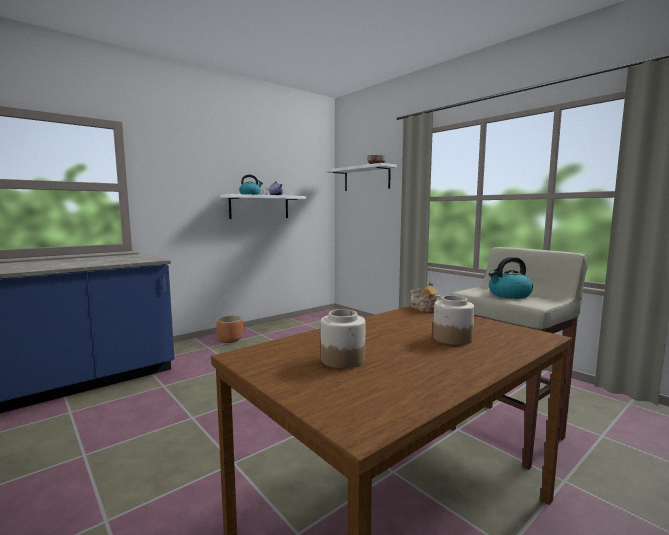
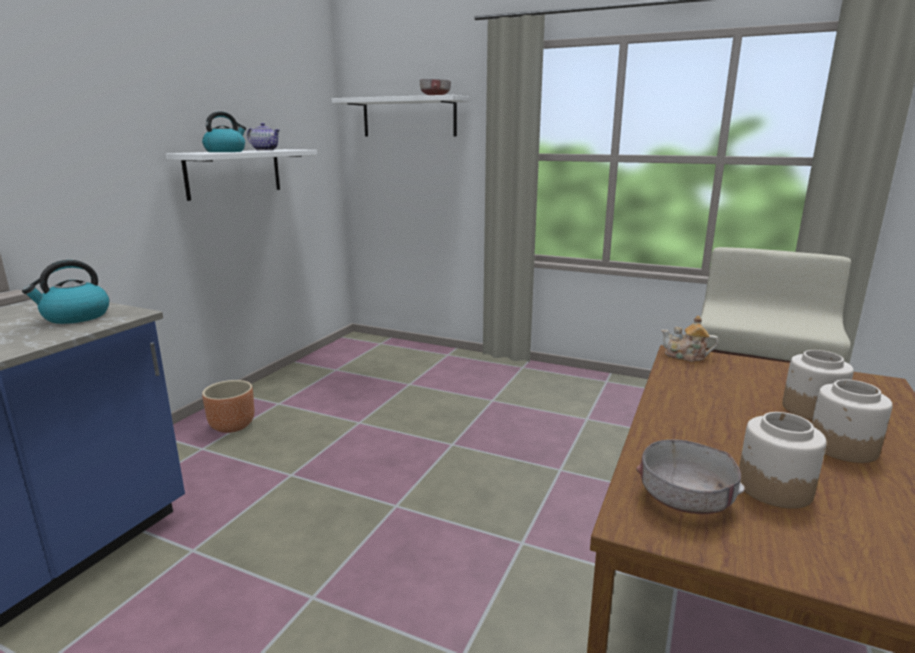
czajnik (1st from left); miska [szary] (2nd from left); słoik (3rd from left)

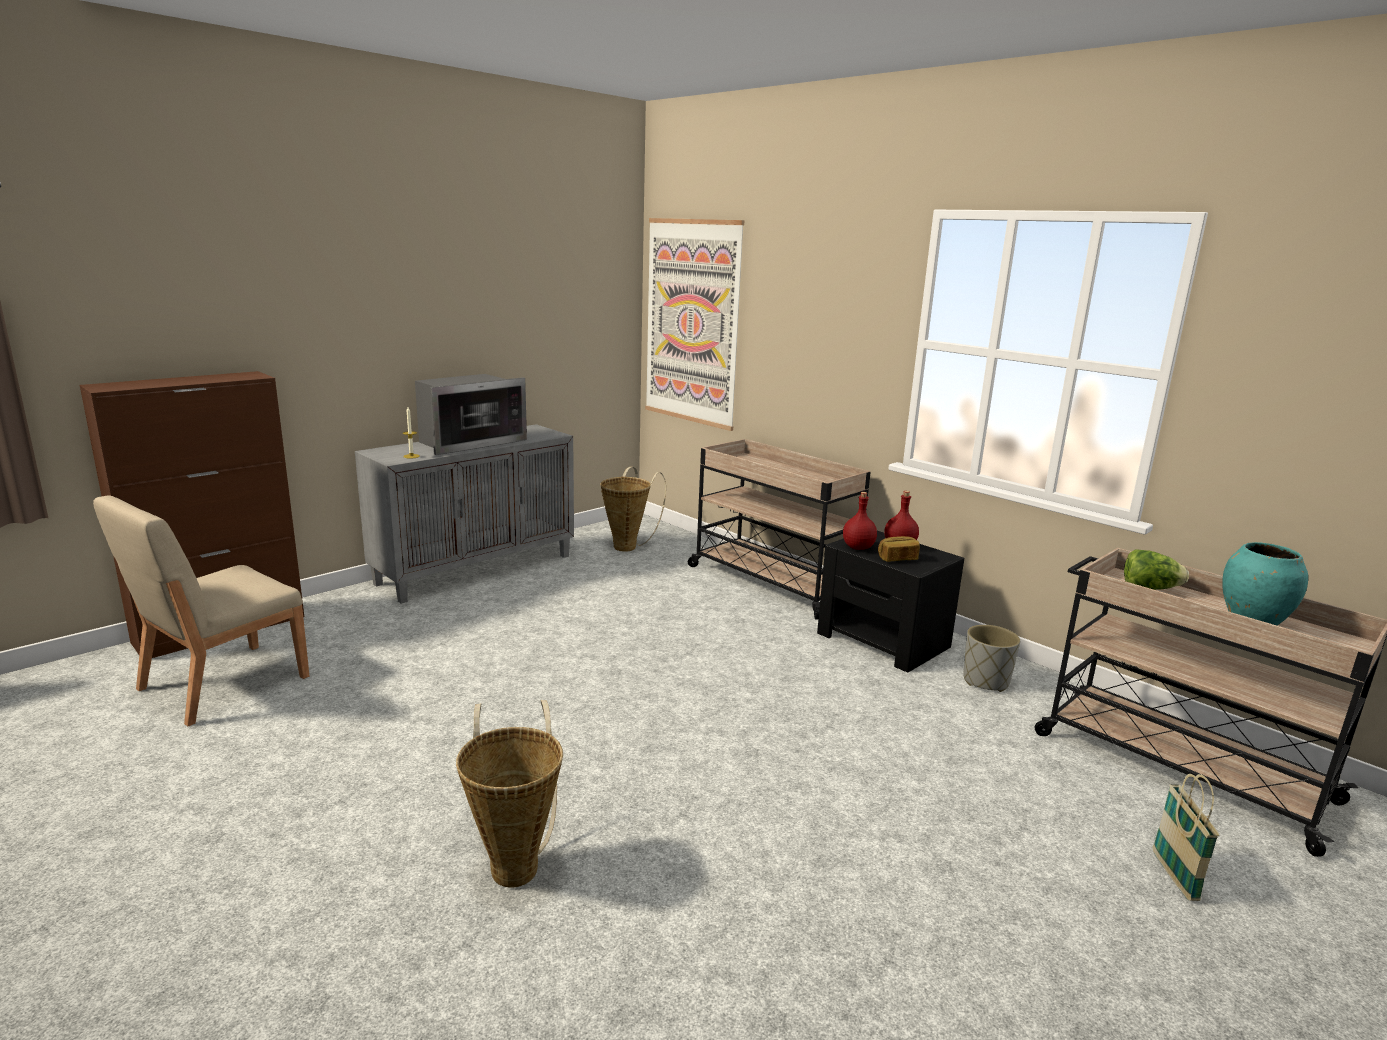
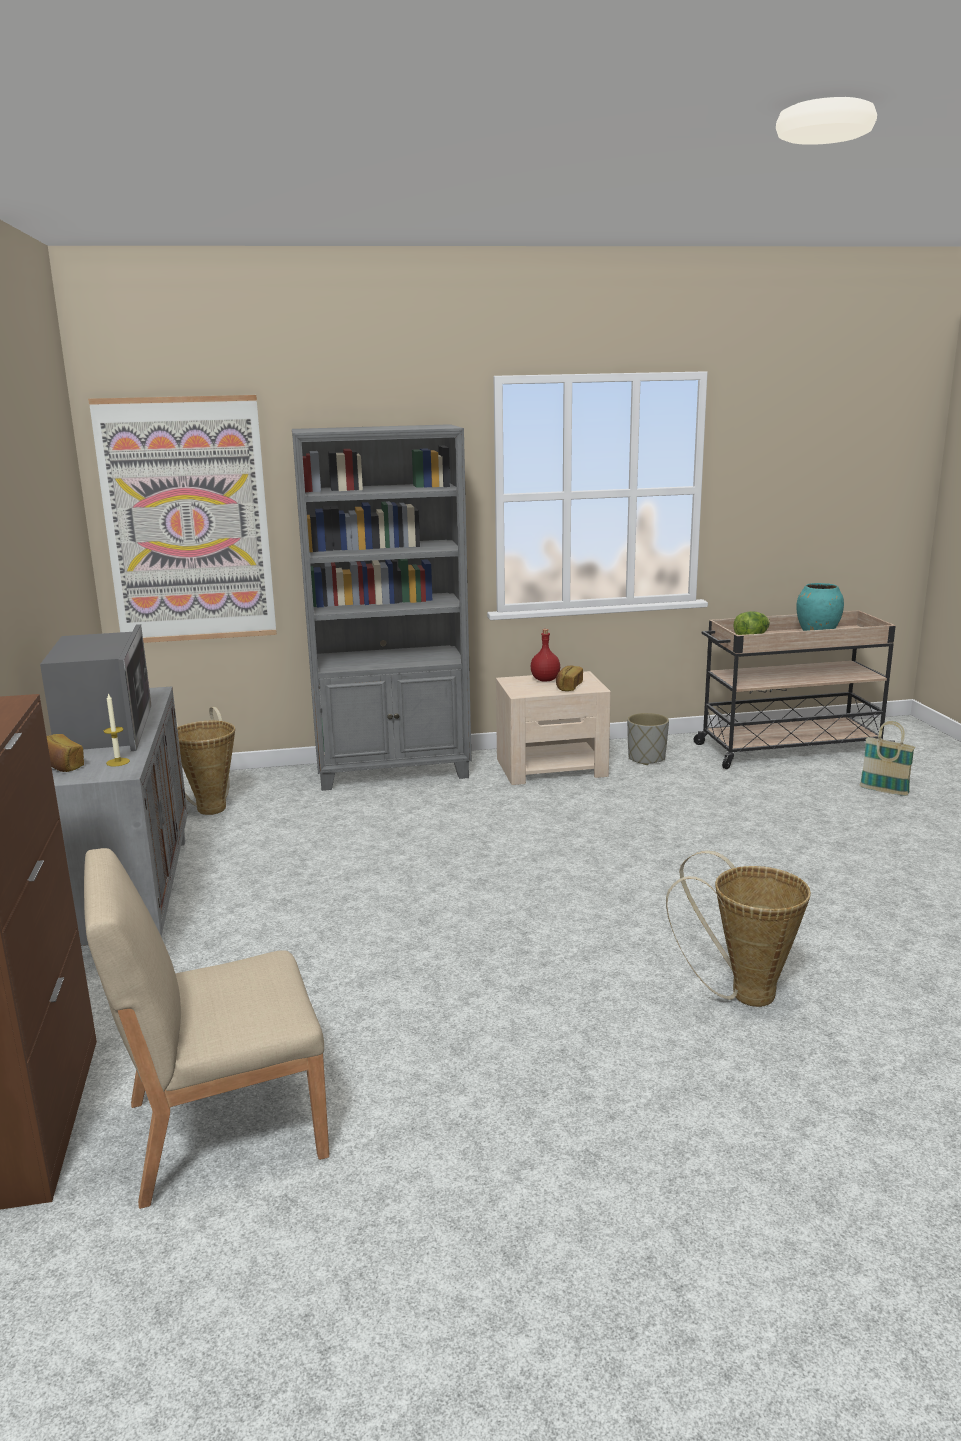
chleb (1st from left); krzesło [beżowy]; regał [szary]; szafka nocna [beżowy]; butelka [czerwony] (1st from left in the first image)

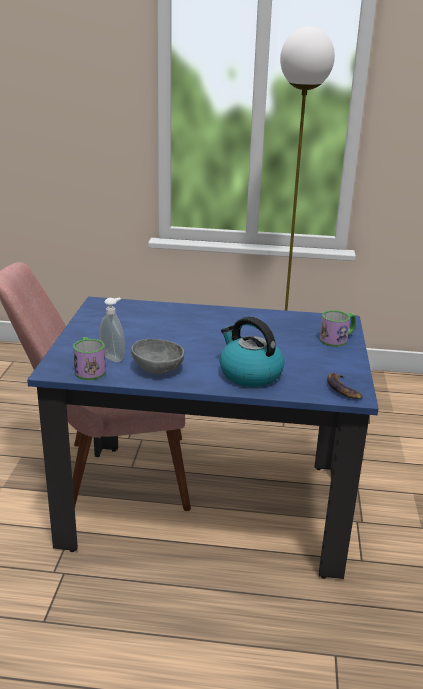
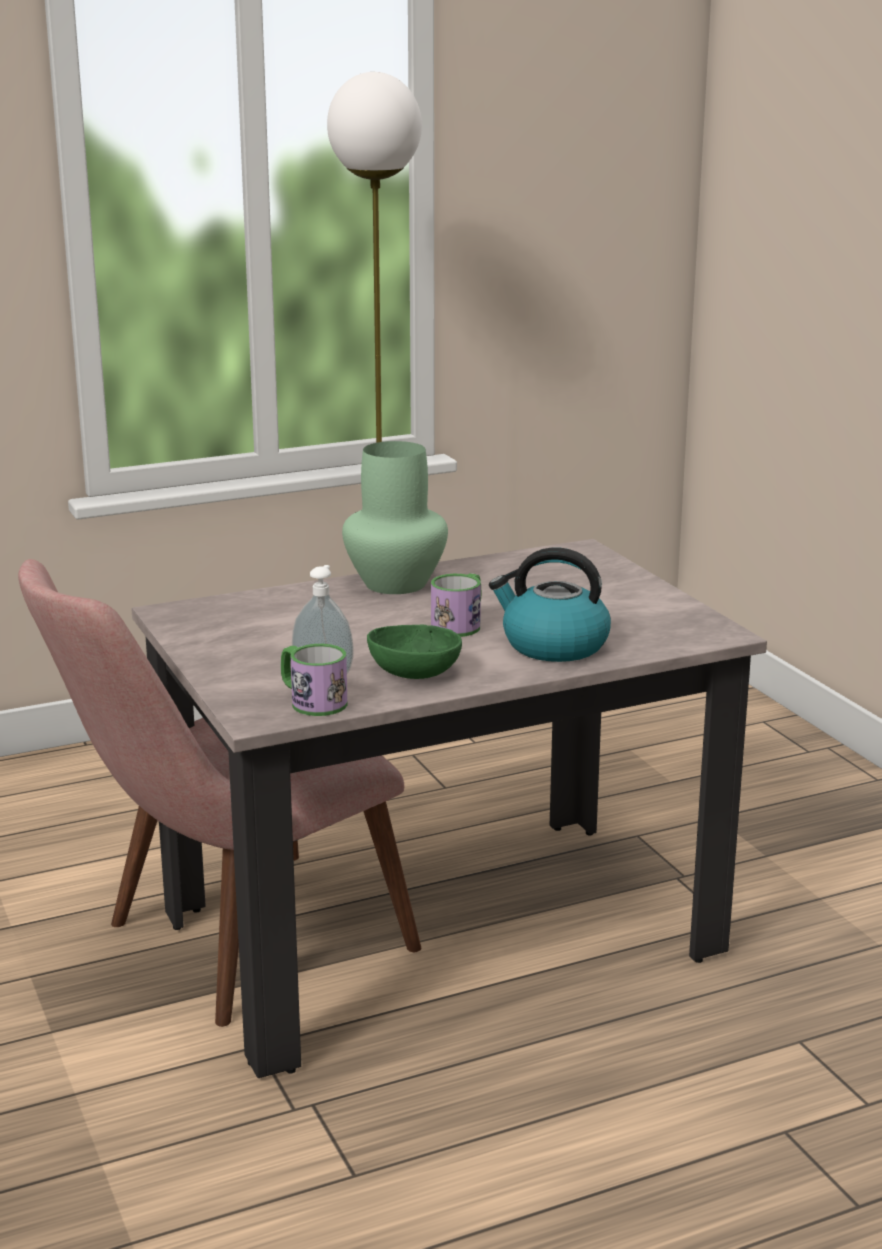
stół jadalny [beżowy]; wazon [zielony]; miska [zielony]; kubek (2nd from left); banan

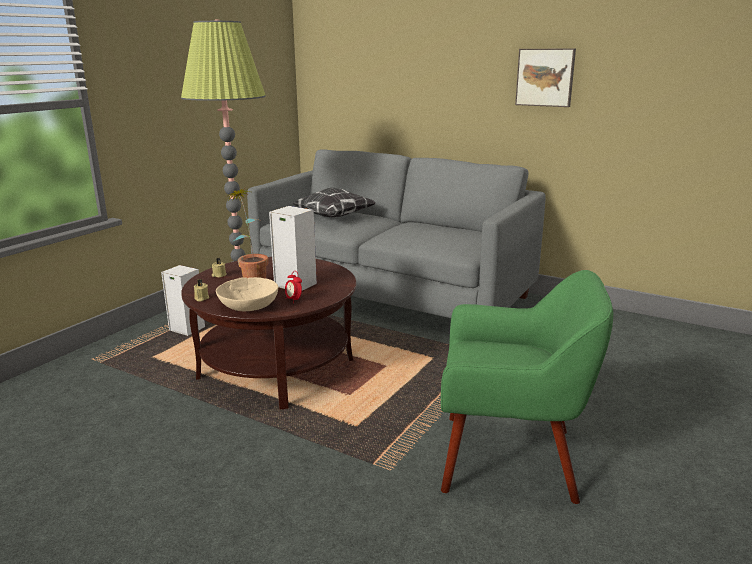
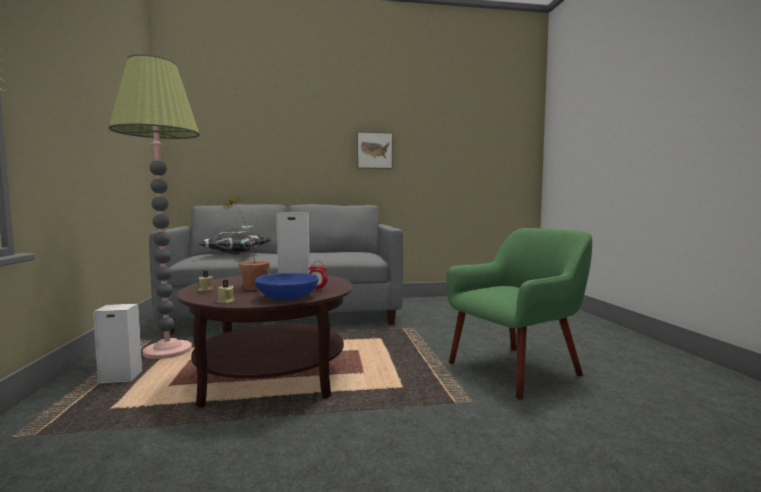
miska [niebieski]

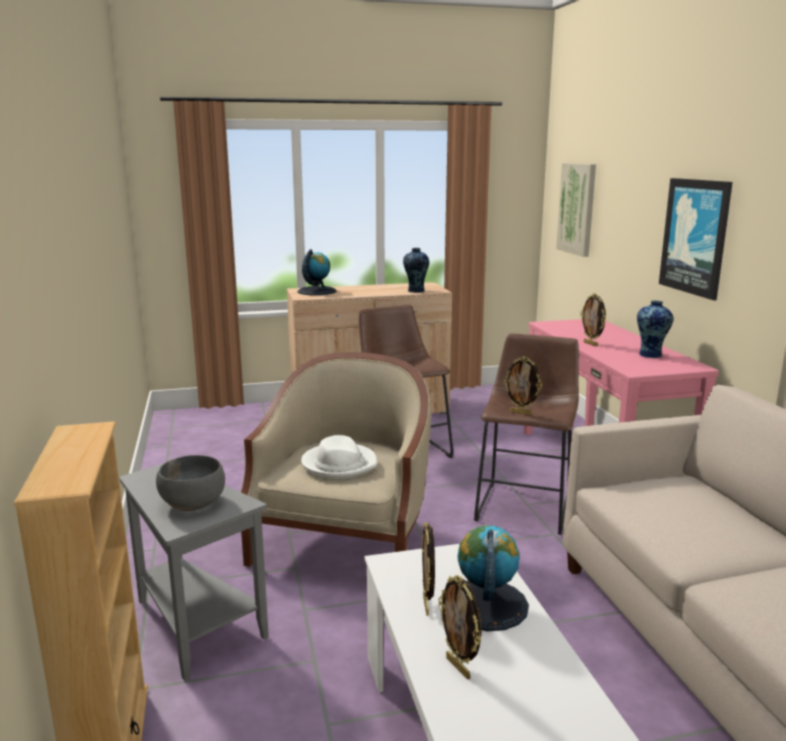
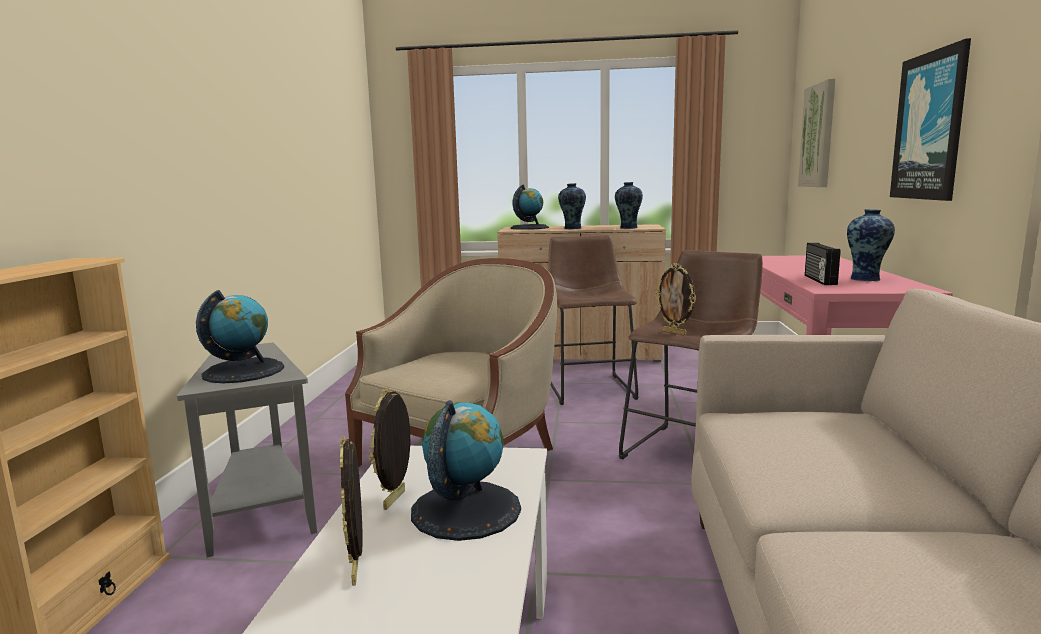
globus (1st from left); wazon (1st from left); radio; kapelusz [biały]; ramka na zdjęcie (4th from left in the first image)

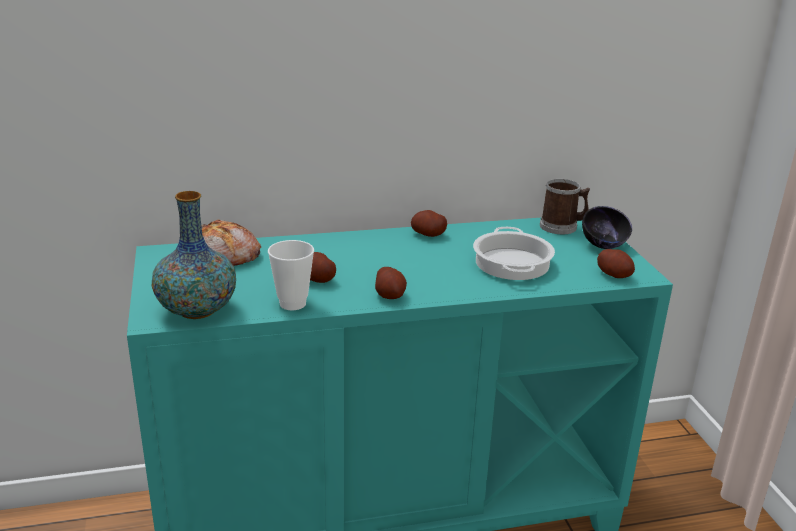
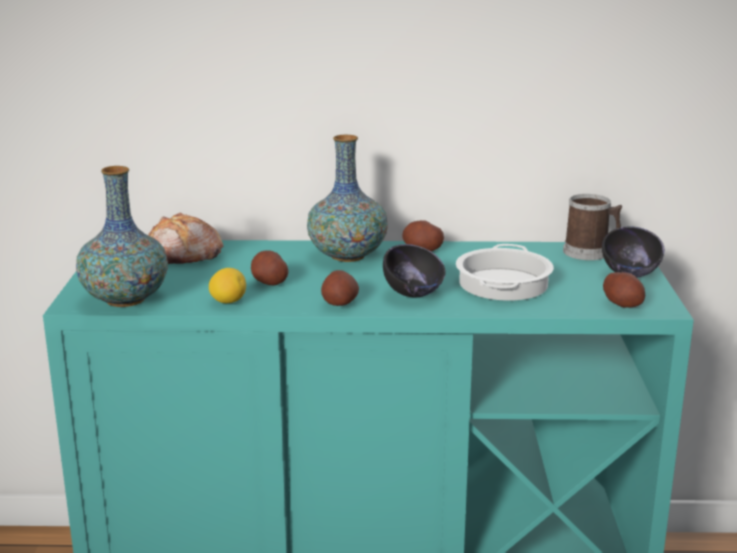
cytryna; wazon (2nd from left); miska [czarny] (1st from left)

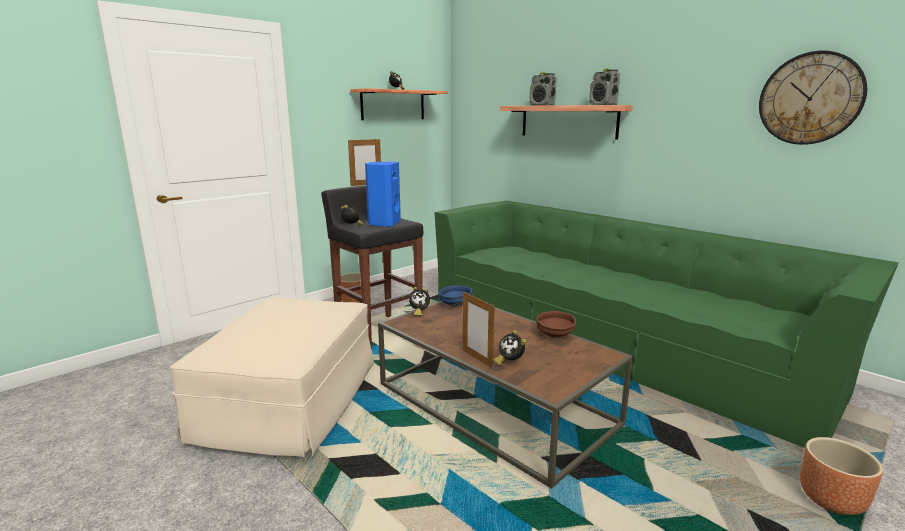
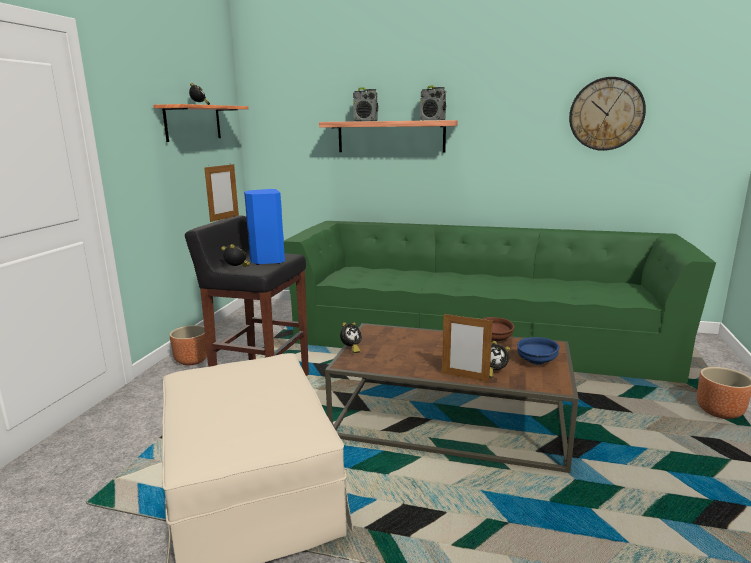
miska [niebieski]

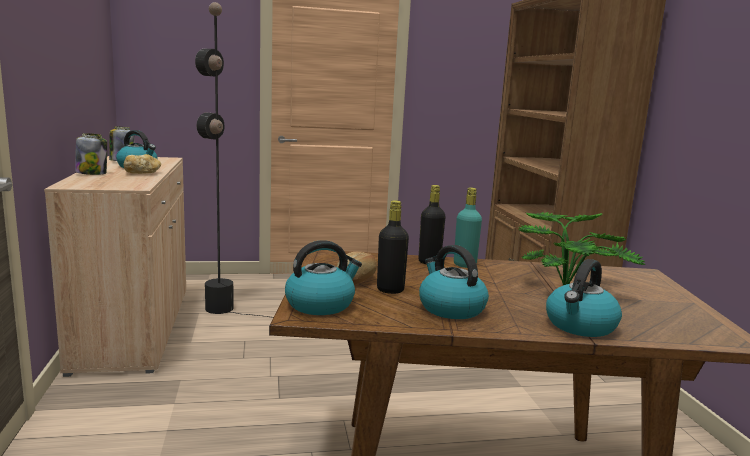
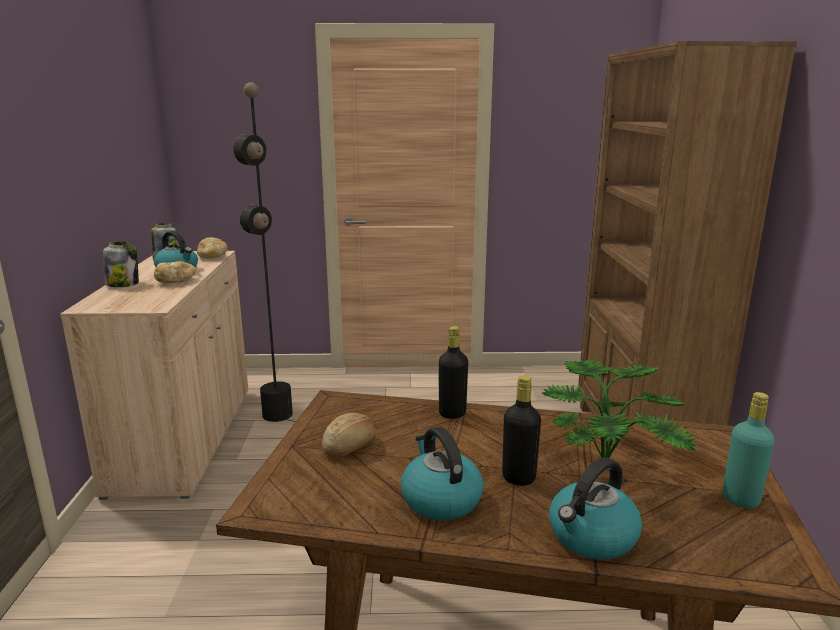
chleb (2nd from left); butelka [czarny] (2nd from left); butelka [turkusowy]; czajnik (2nd from left in the first image)

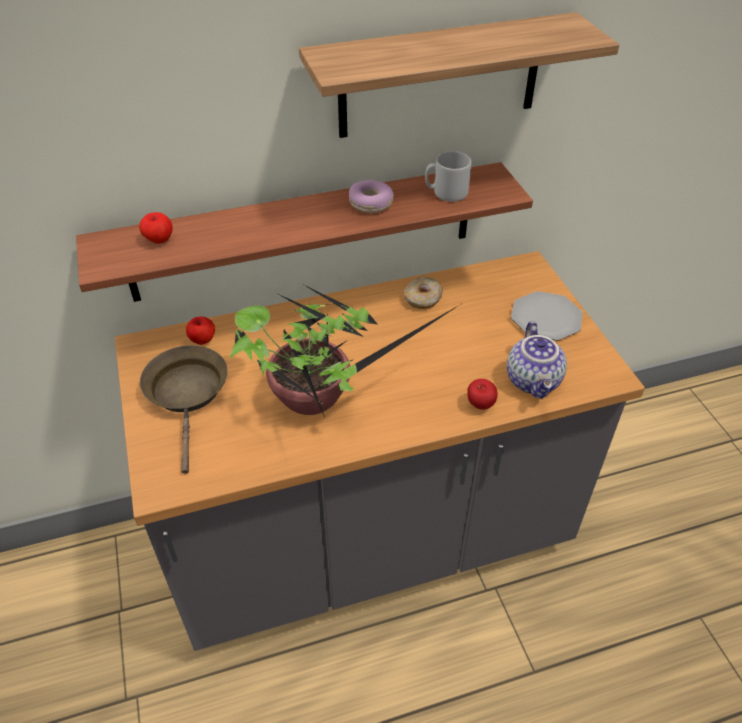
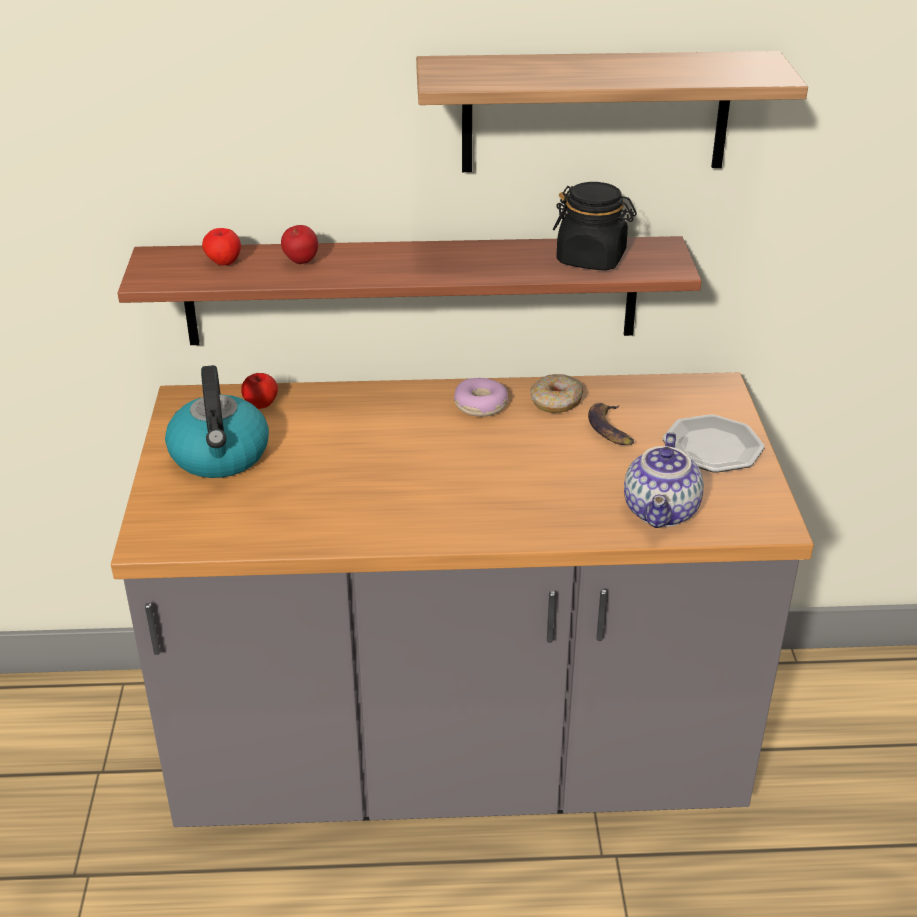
czajnik; jabłko (3rd from left); donut (1st from left); słoik [czarny]; banan; roślina doniczkowa

